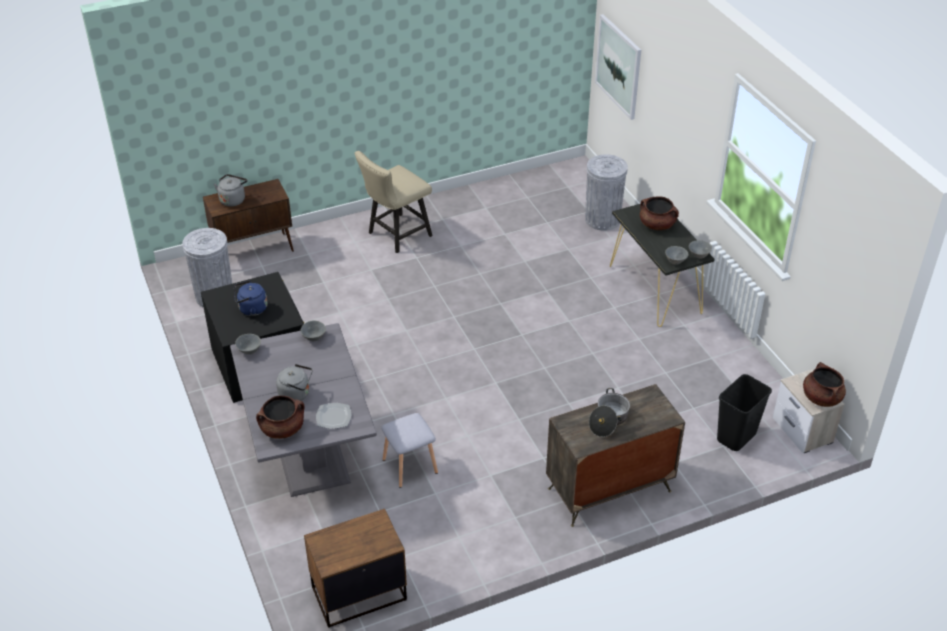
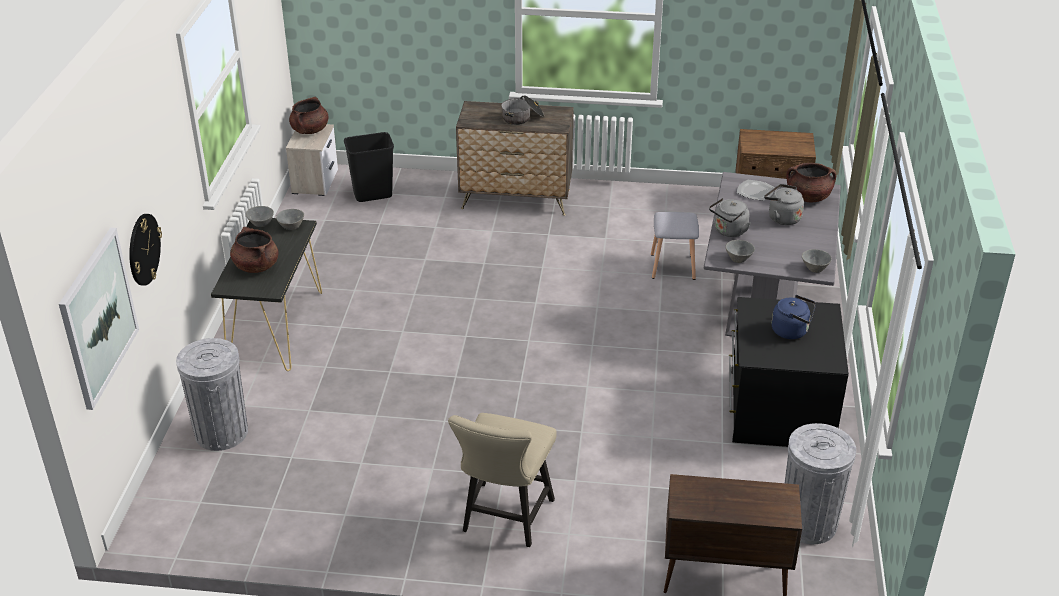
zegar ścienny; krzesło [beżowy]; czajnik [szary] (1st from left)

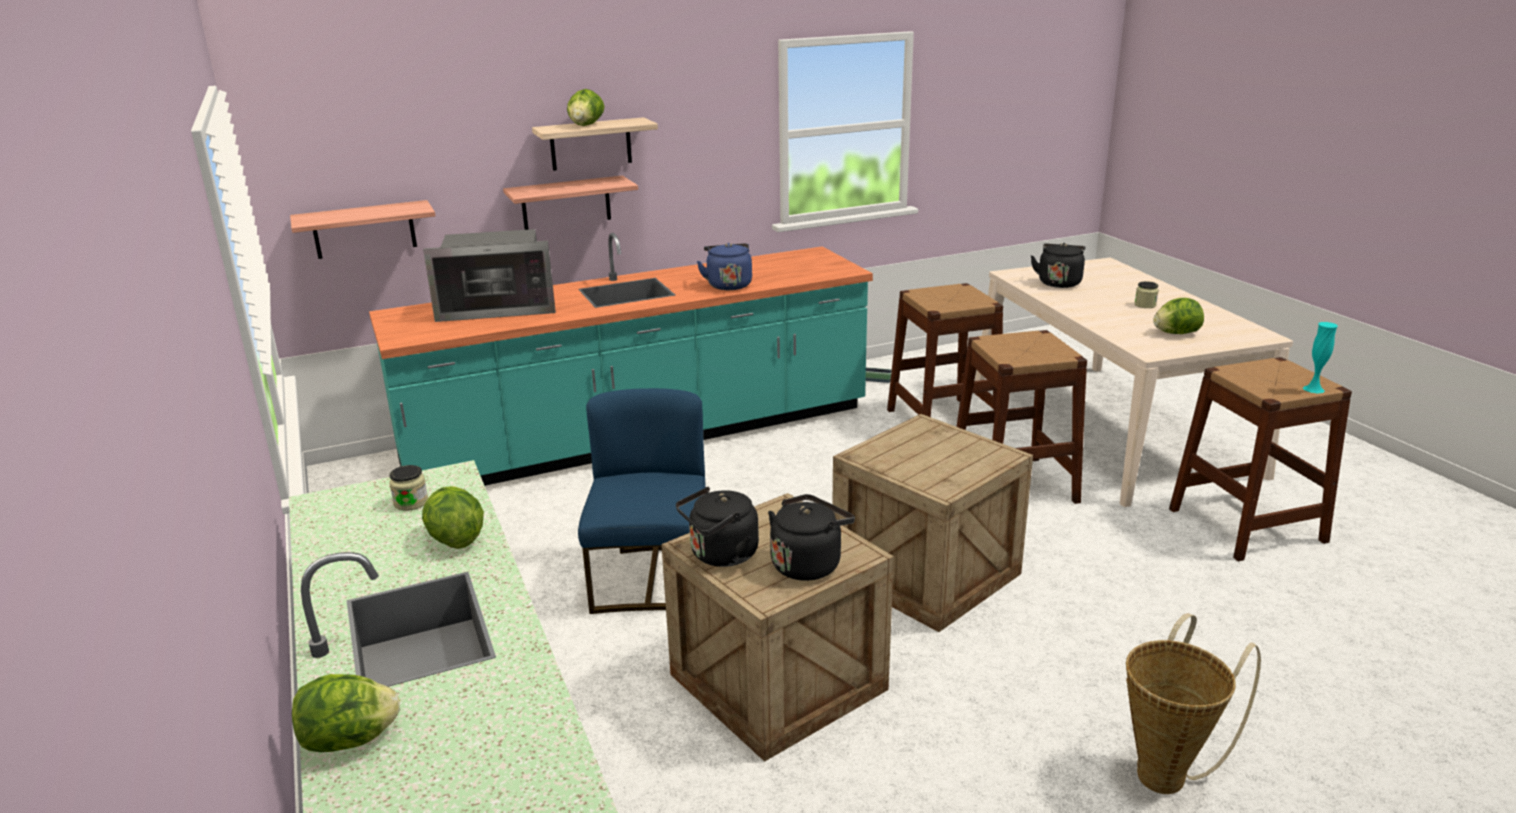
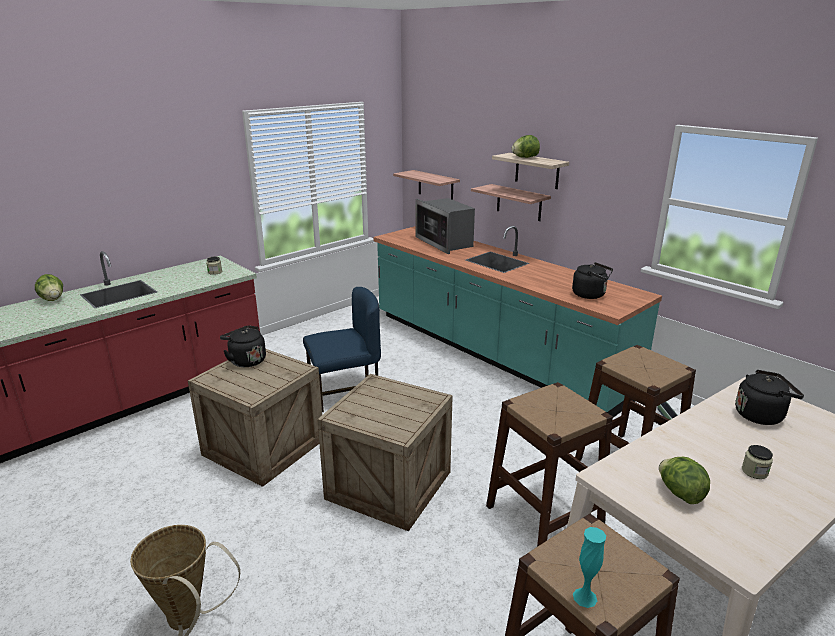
czajnik [czarny] (2nd from left); sałata (2nd from left in the first image); czajnik [niebieski]

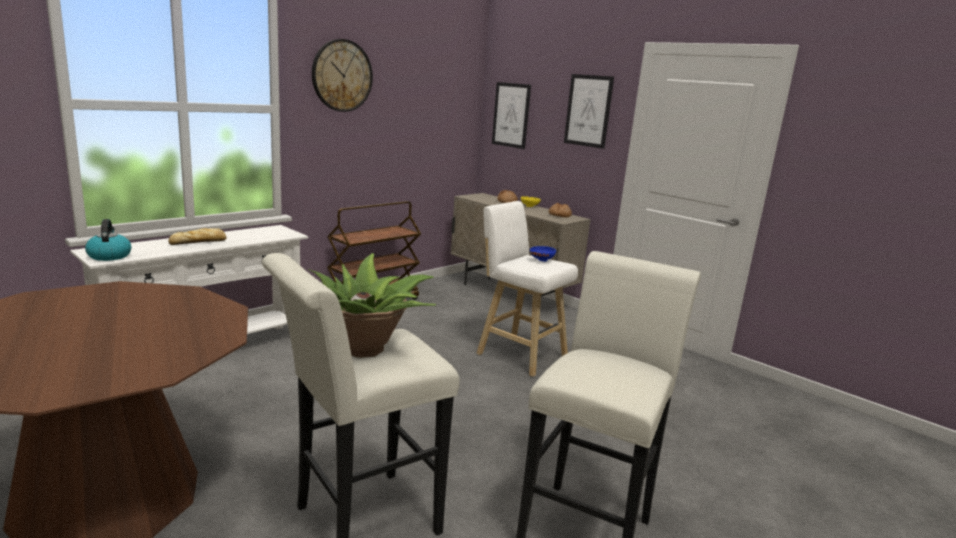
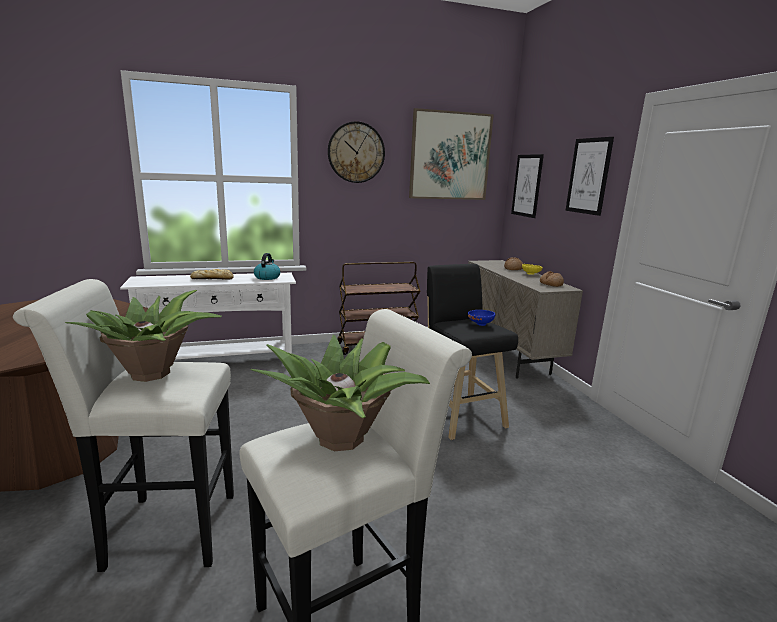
roślina doniczkowa (2nd from left); czajnik; obraz (1st from left); stołek [czarny]

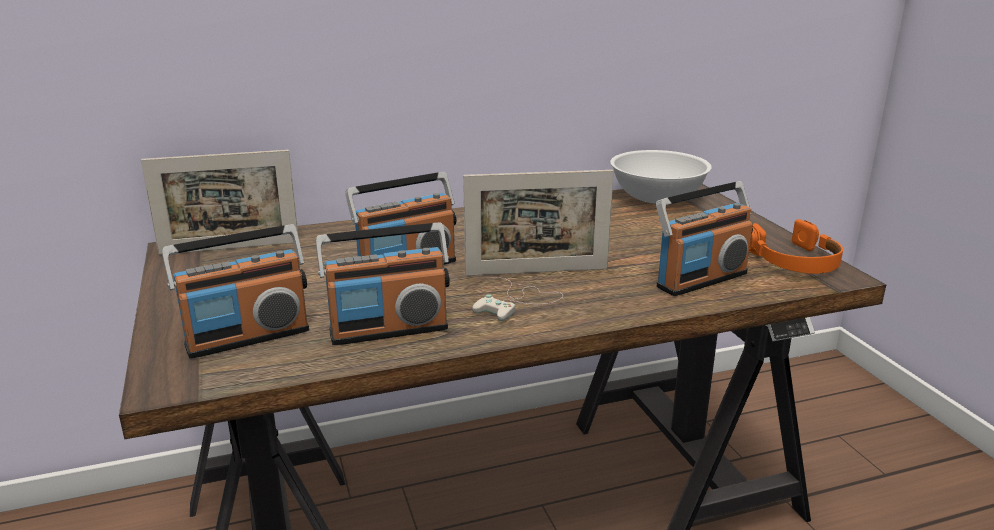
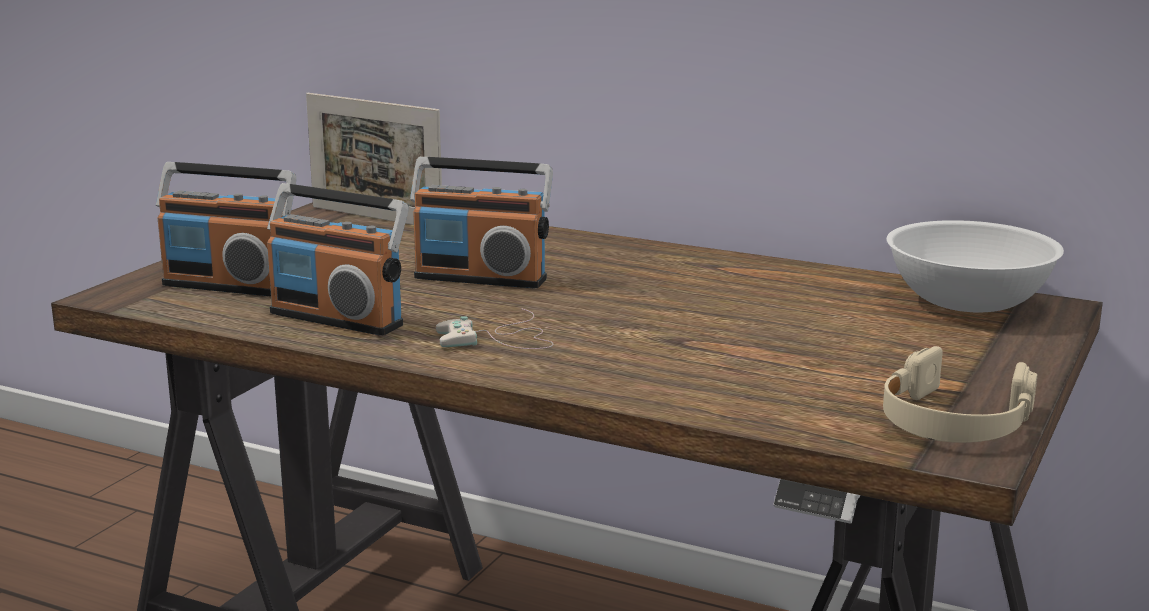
słuchawki [beżowy]; ramka na zdjęcie (2nd from left in the first image); radio (4th from left in the first image)

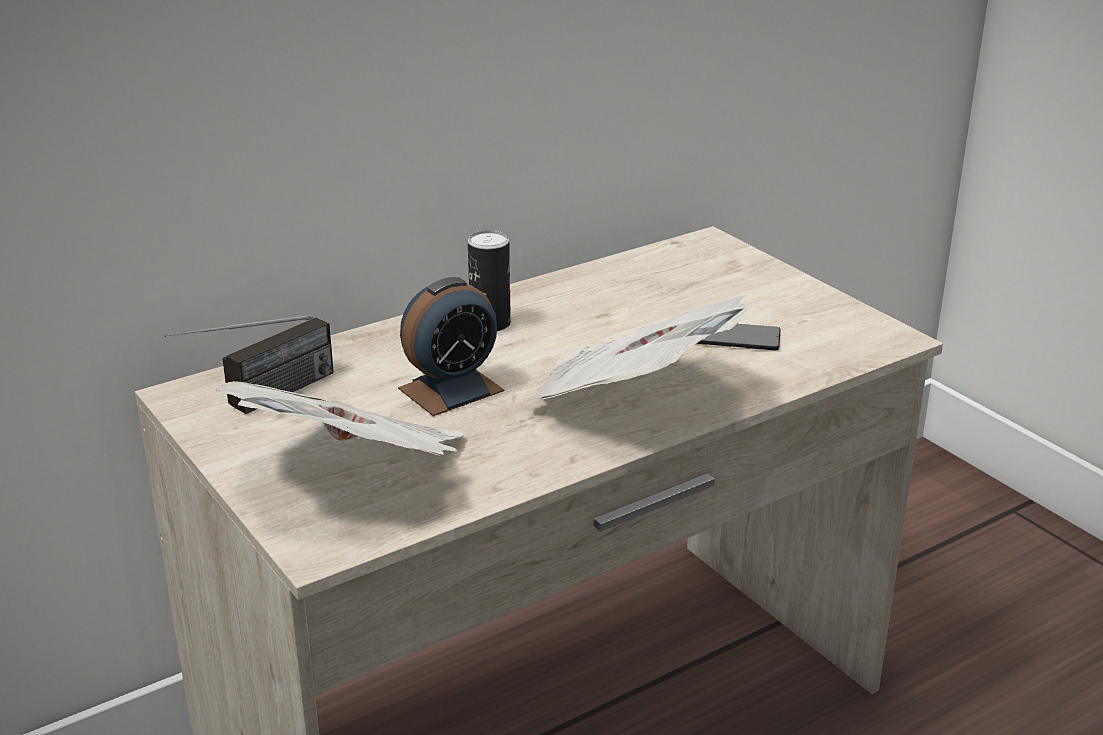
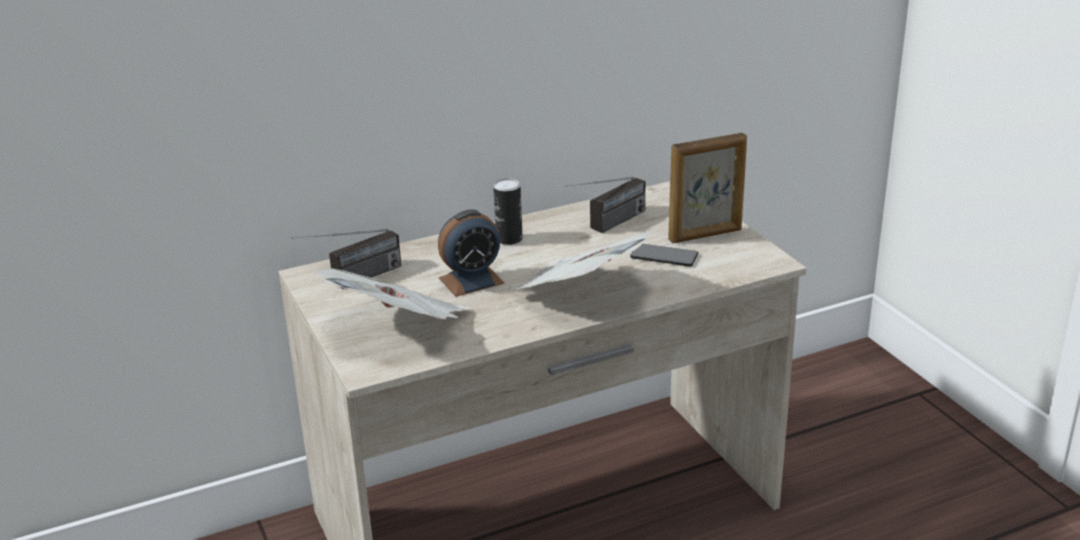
radio (2nd from left); ramka na zdjęcie

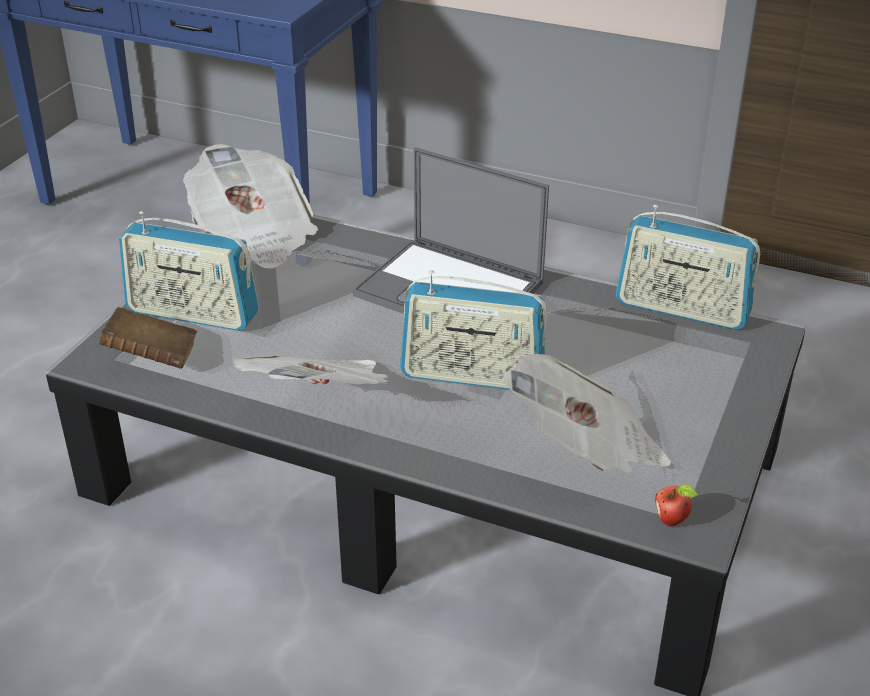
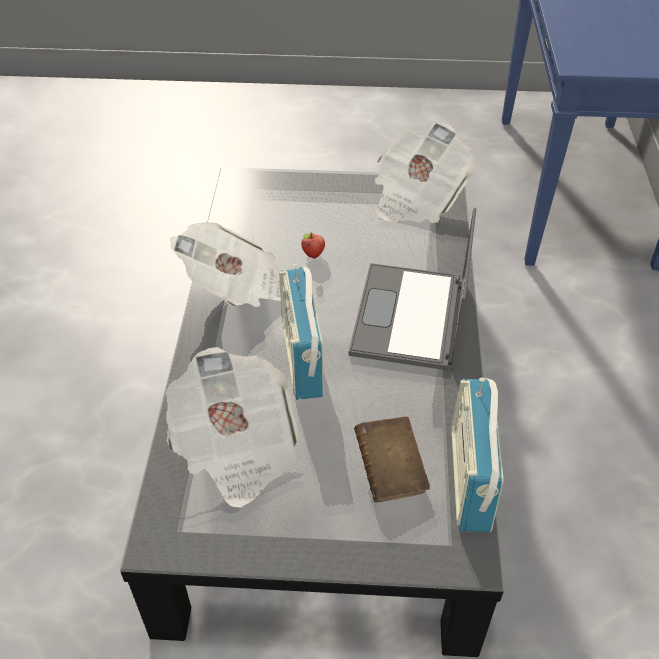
jabłko; książka [brązowy]; radio (1st from left in the first image)

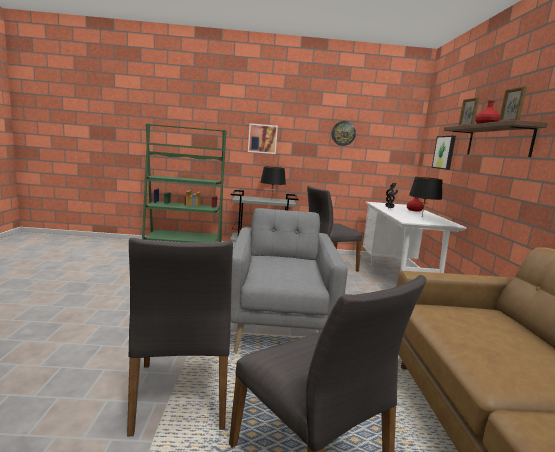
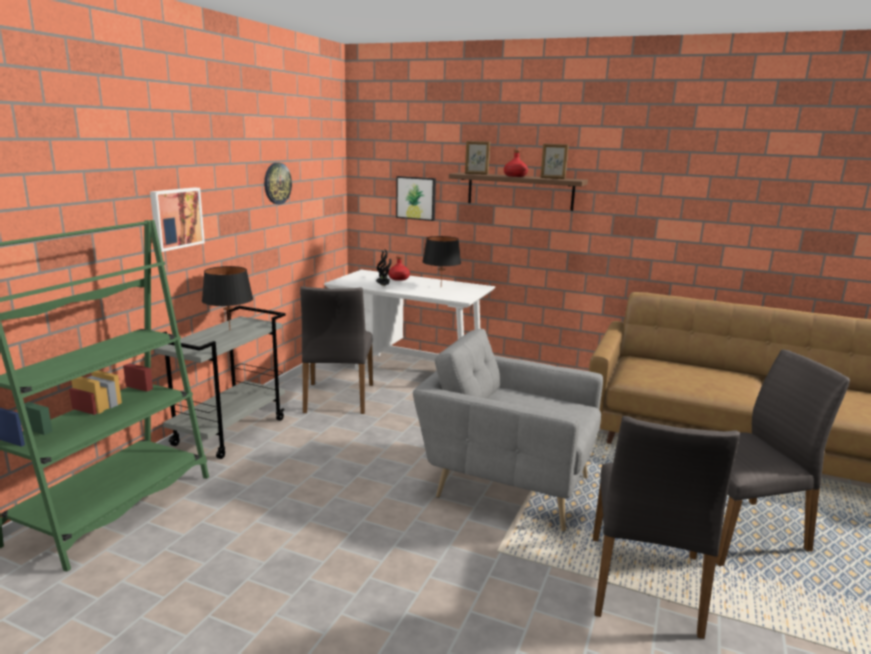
krzesło [szary] (2nd from left)

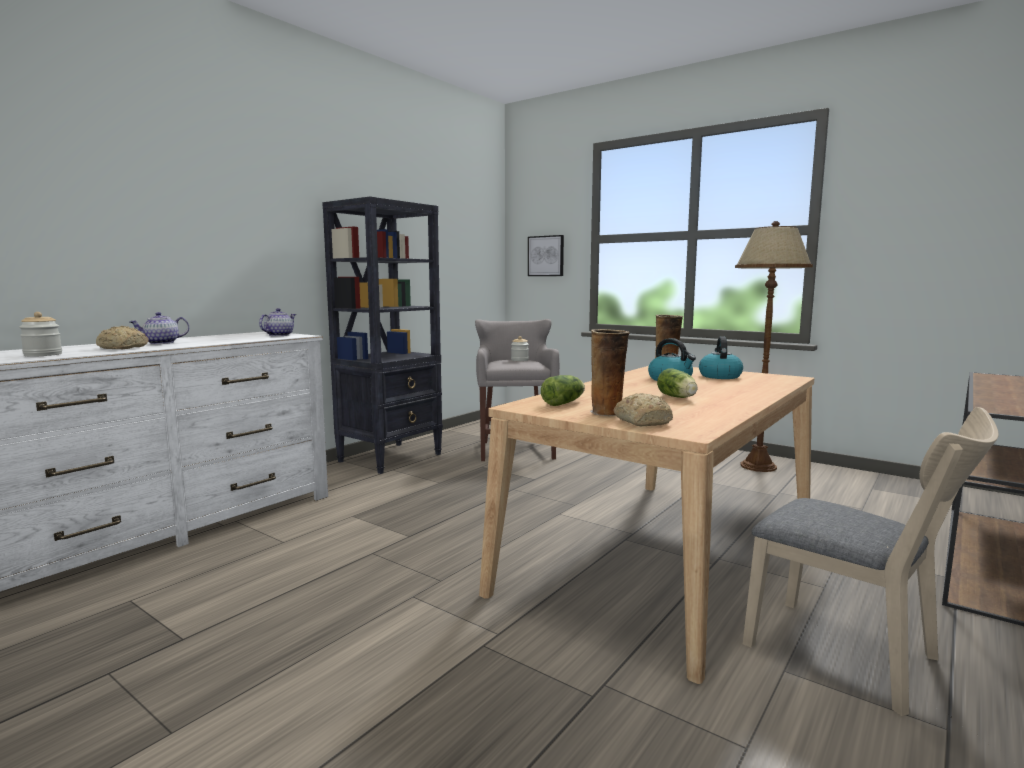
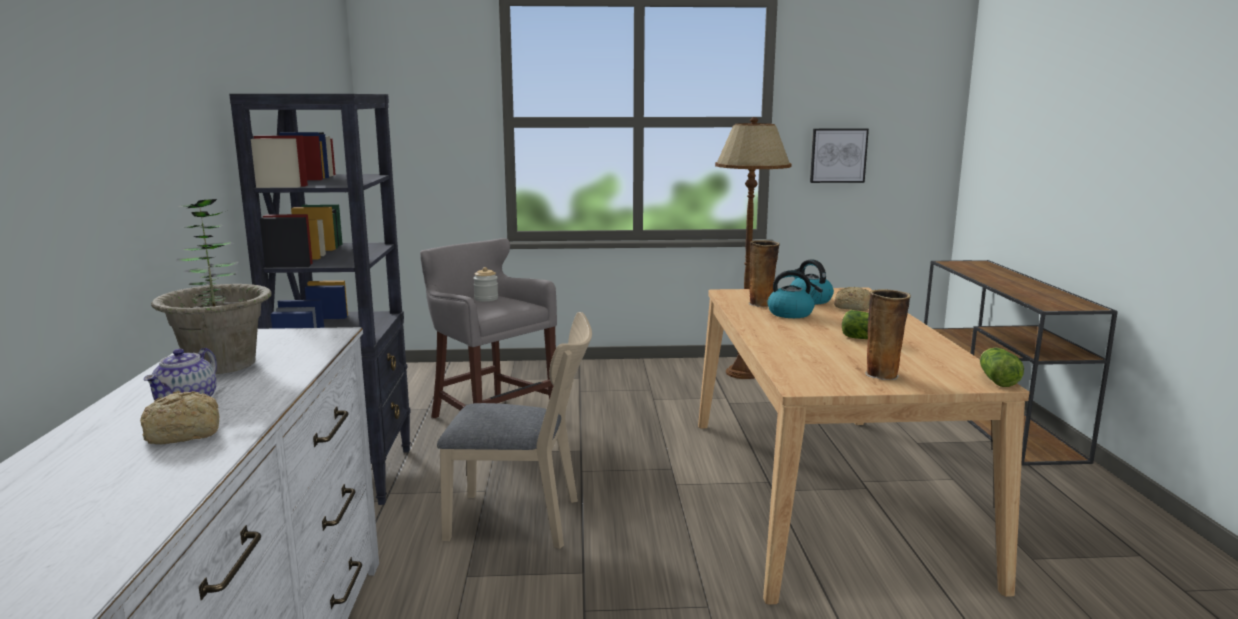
roślina doniczkowa; krzesło [beżowy]; obraz; chleb (2nd from left); sałata (2nd from left); słoik (1st from left in the first image); imbryk (2nd from left in the first image)

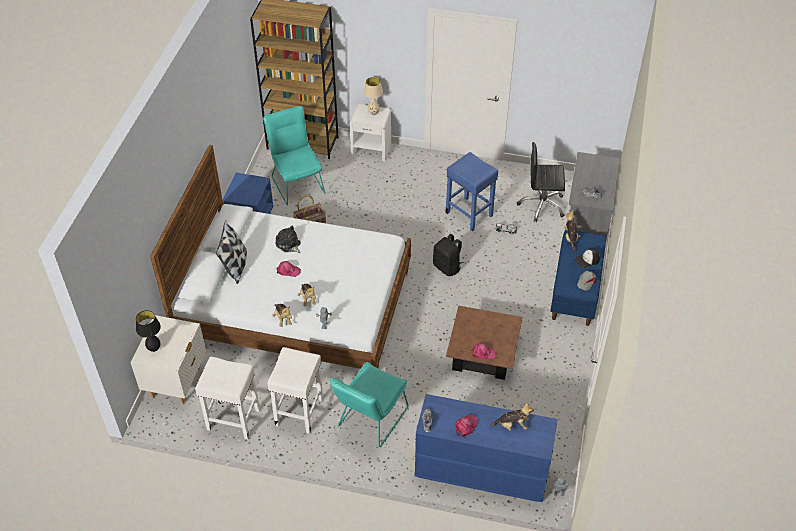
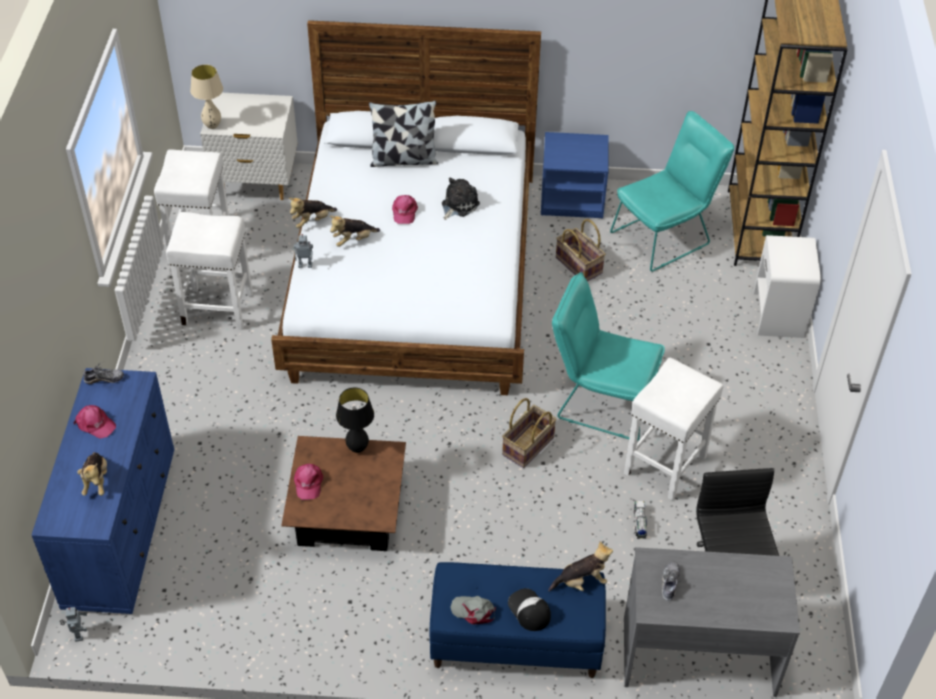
lampa stołowa [beżowy]; lampa stołowa [czarny]; koszyk (1st from left); krzesło [turkusowy] (1st from left); stołek [biały] (3rd from left)

